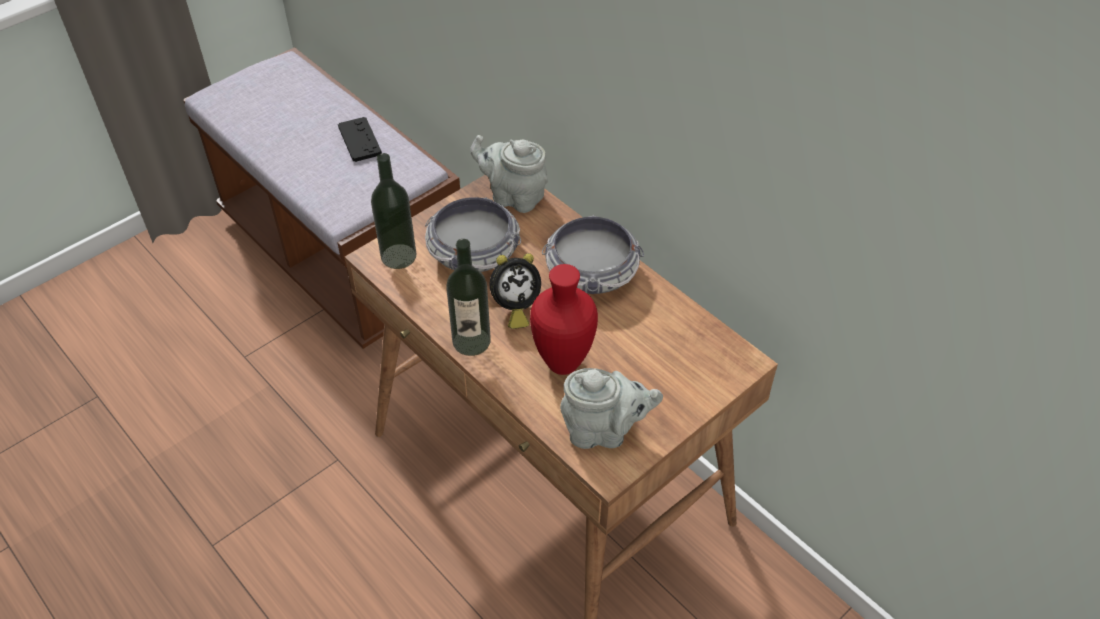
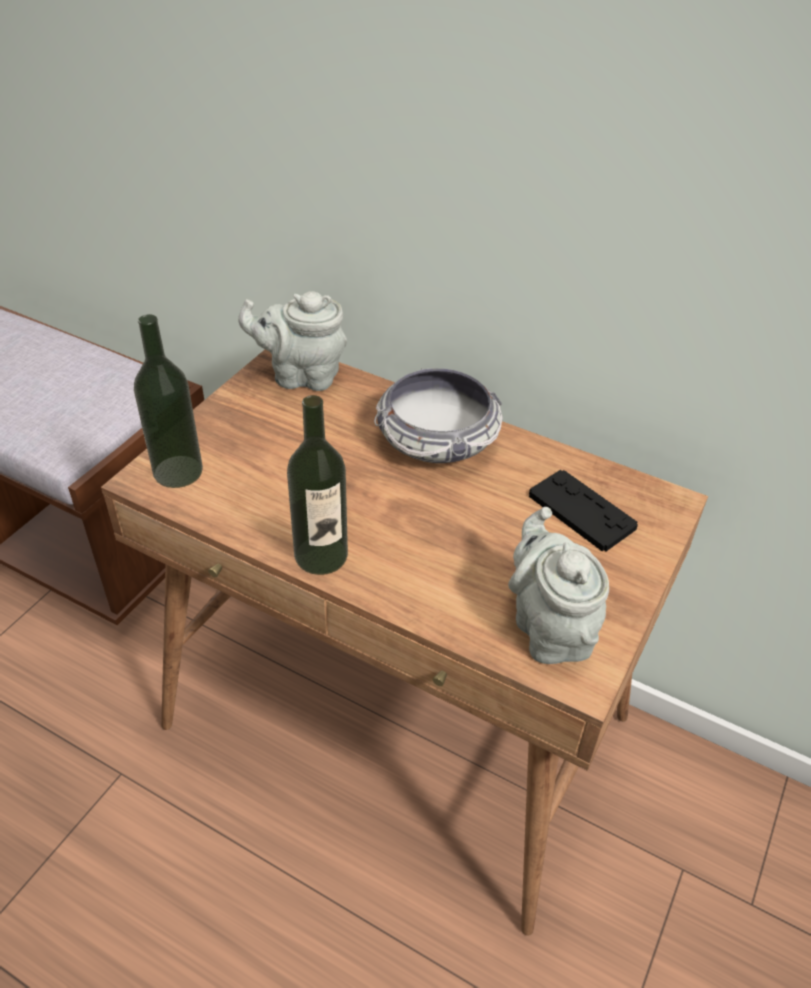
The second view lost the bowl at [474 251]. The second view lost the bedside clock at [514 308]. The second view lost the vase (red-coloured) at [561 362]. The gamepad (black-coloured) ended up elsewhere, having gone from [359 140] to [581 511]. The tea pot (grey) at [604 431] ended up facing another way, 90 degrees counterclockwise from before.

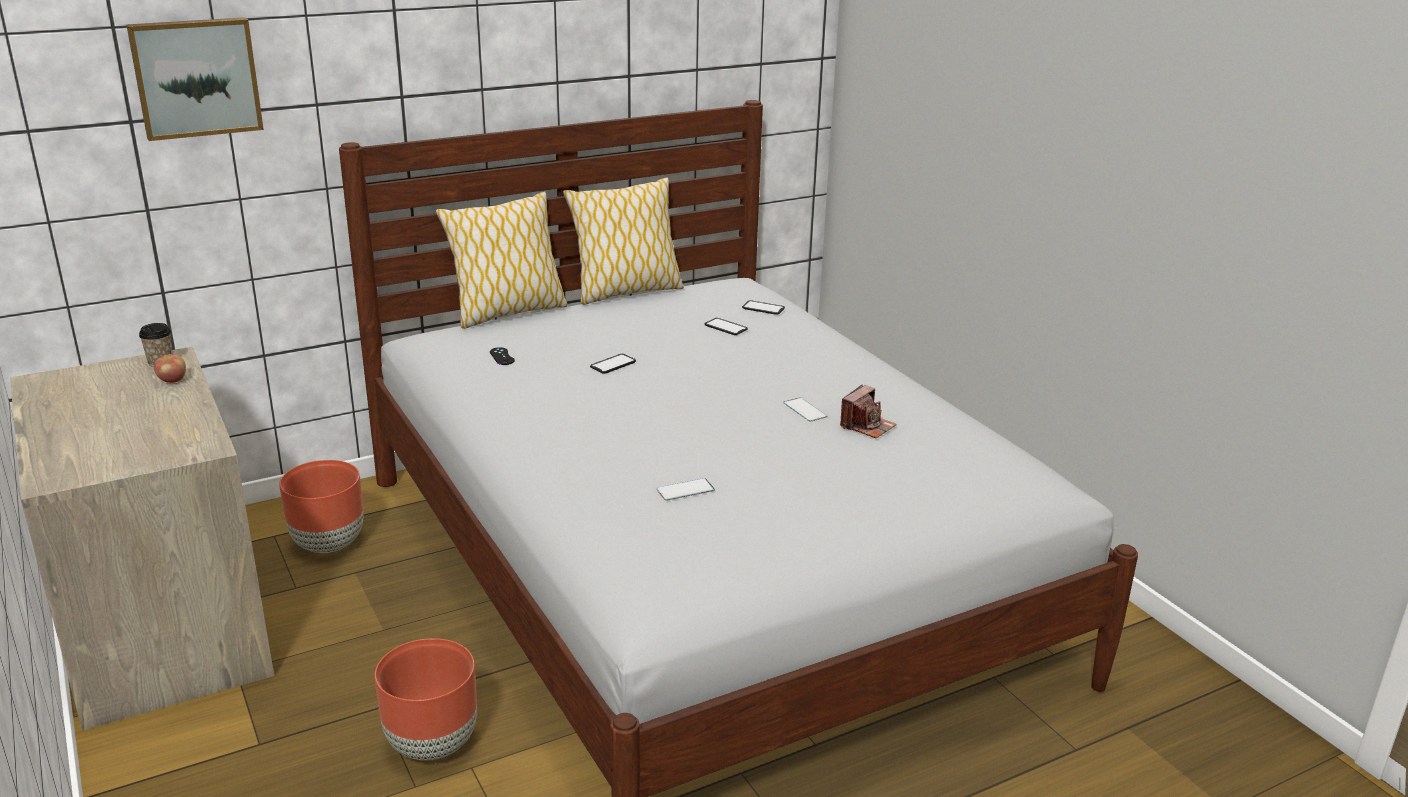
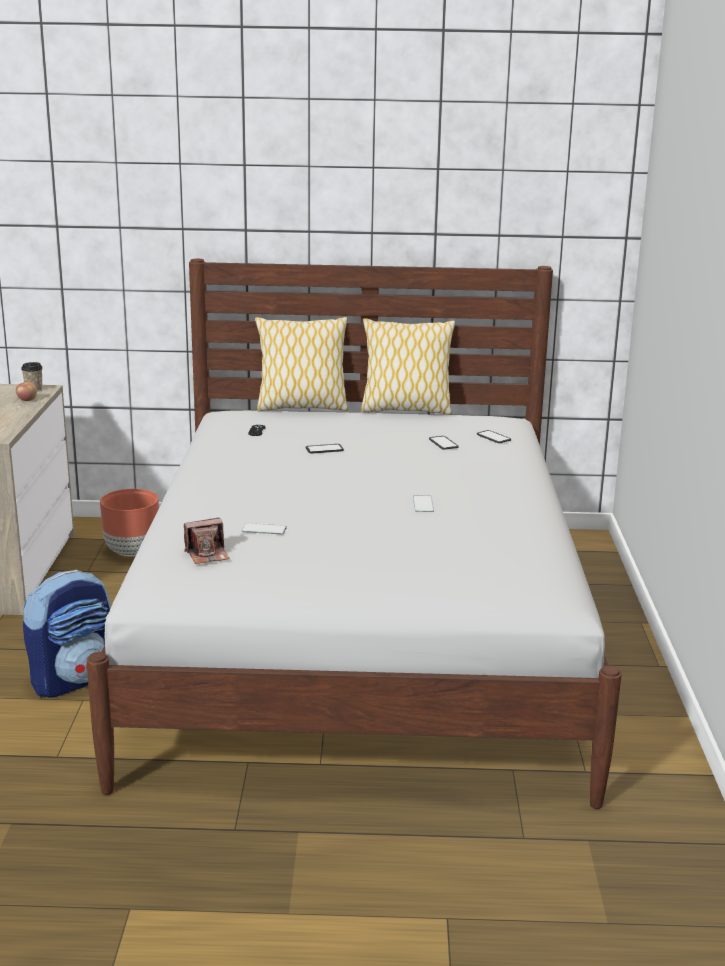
The second view lost the picture at [196 77]. The still camera ended up elsewhere, having gone from [867 426] to [207 554]. Where the flower pot (brown-coloured) stood at [432 744], the rucksack came to stand at [74 679].

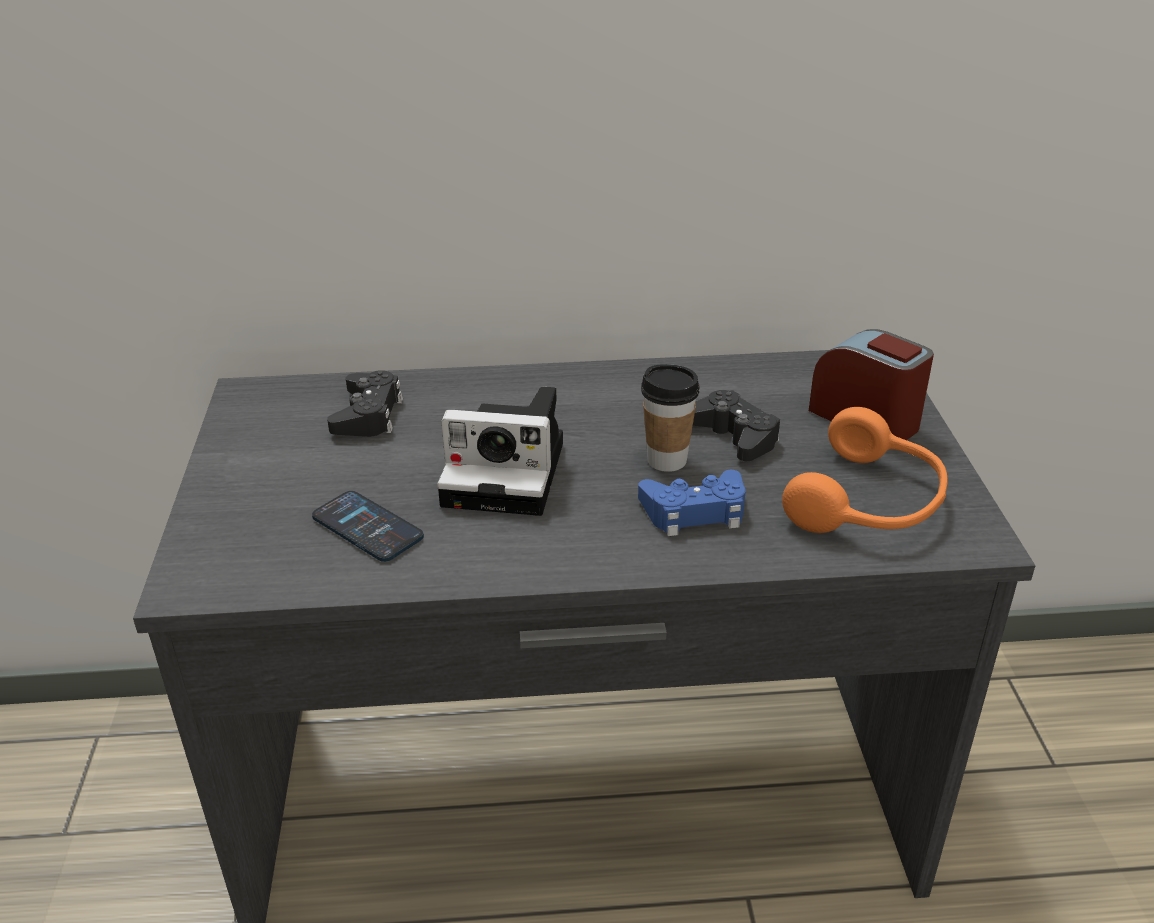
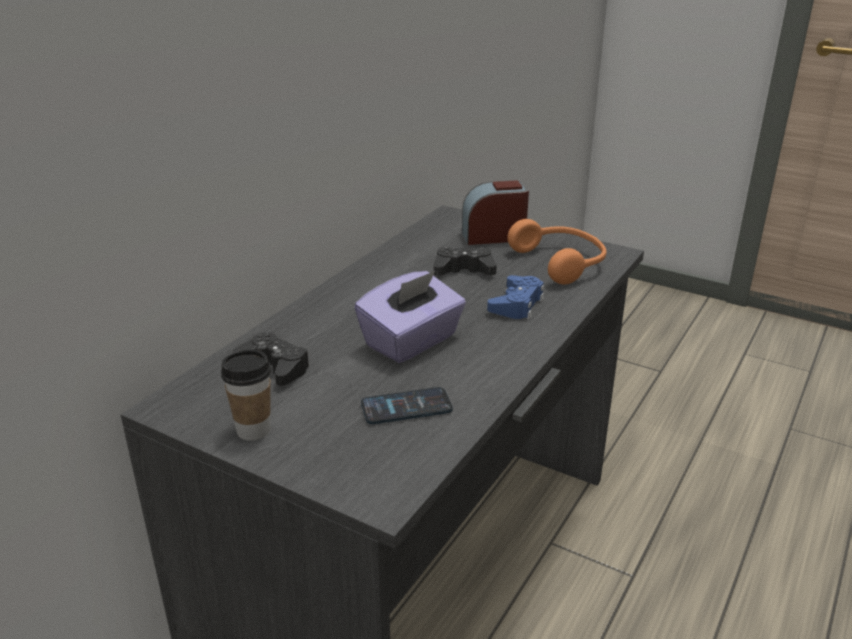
The cup ended up elsewhere, having gone from [667 460] to [253 430]. Where the still camera stood at [510 473], the tissue holder (purple-coloured) came to stand at [412 341].

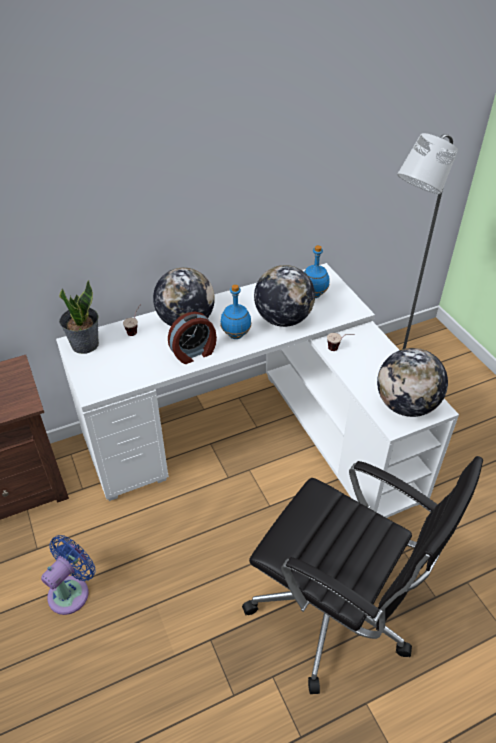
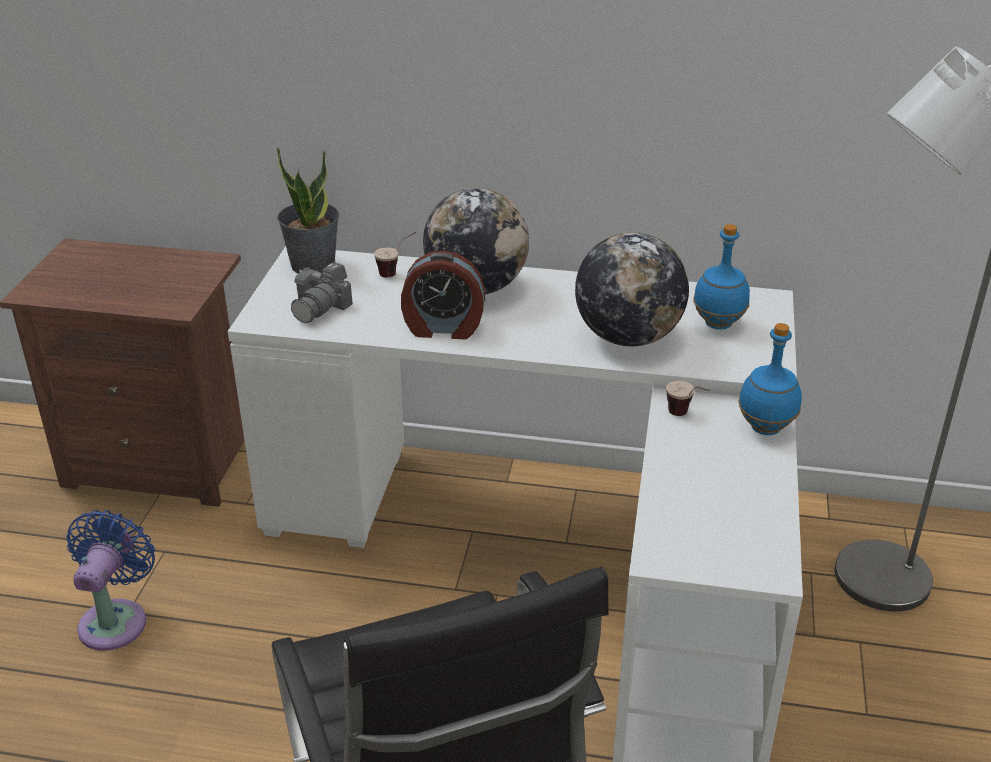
The second view lost the globe at [406 405]. The second view gained the still camera at [321 307]. The beverage bottle (bluish) ended up elsewhere, having gone from [235 334] to [765 427]. The electric fan (bluish) at [72 591] ended up facing another way, 60 degrees counterclockwise from before.

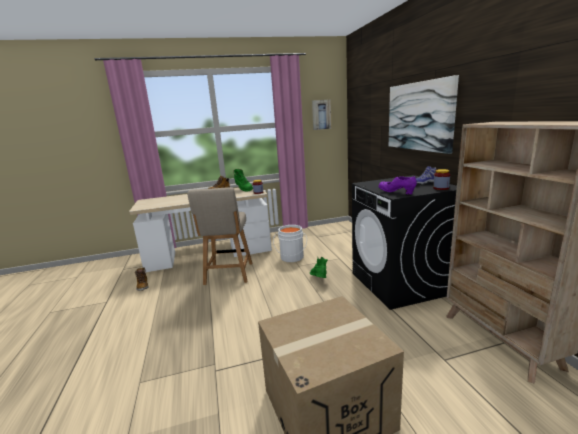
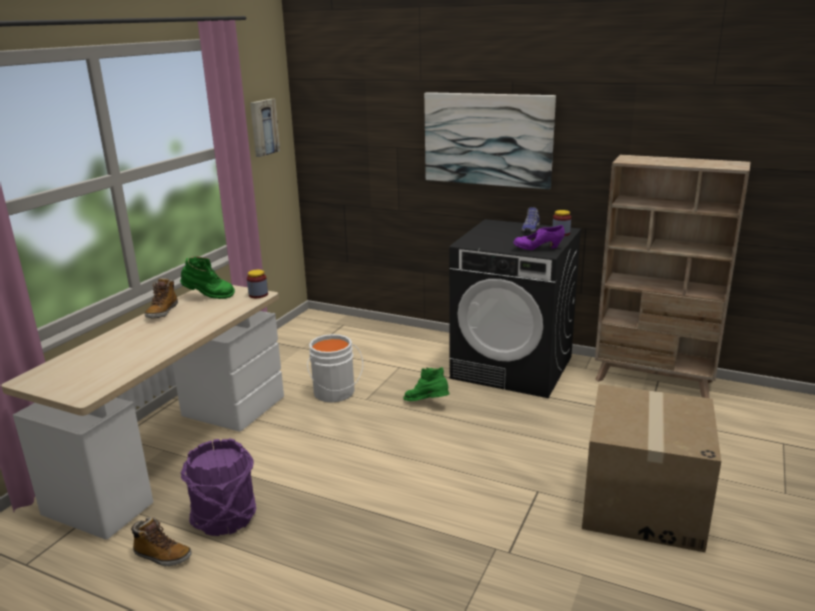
The second view lost the upright chair (beige-coloured) at [228 275]. The second view gained the bucket (purple-coloured) at [225 518].

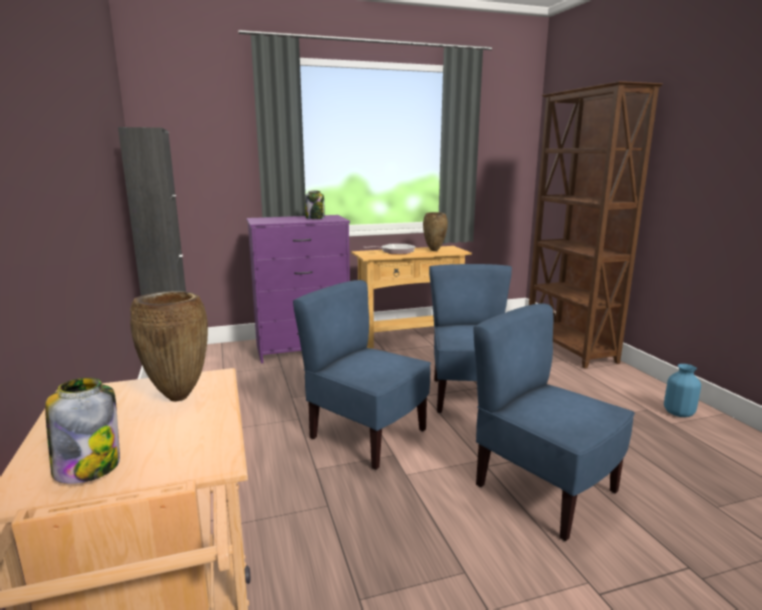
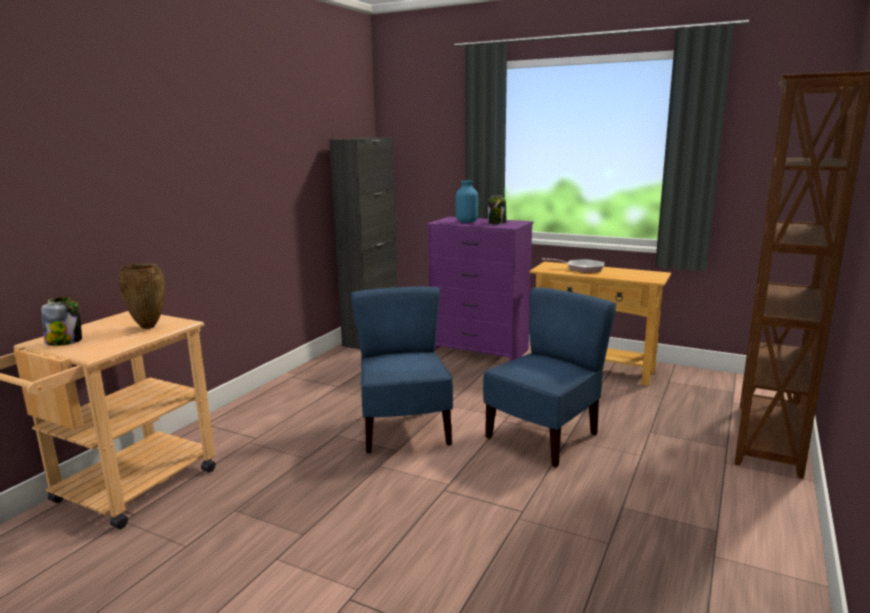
The second view lost the vase (brown-coloured) at [434 250]. The second view lost the upright chair (bluish) at [544 490]. The vase (bluish) ended up elsewhere, having gone from [678 413] to [467 221].

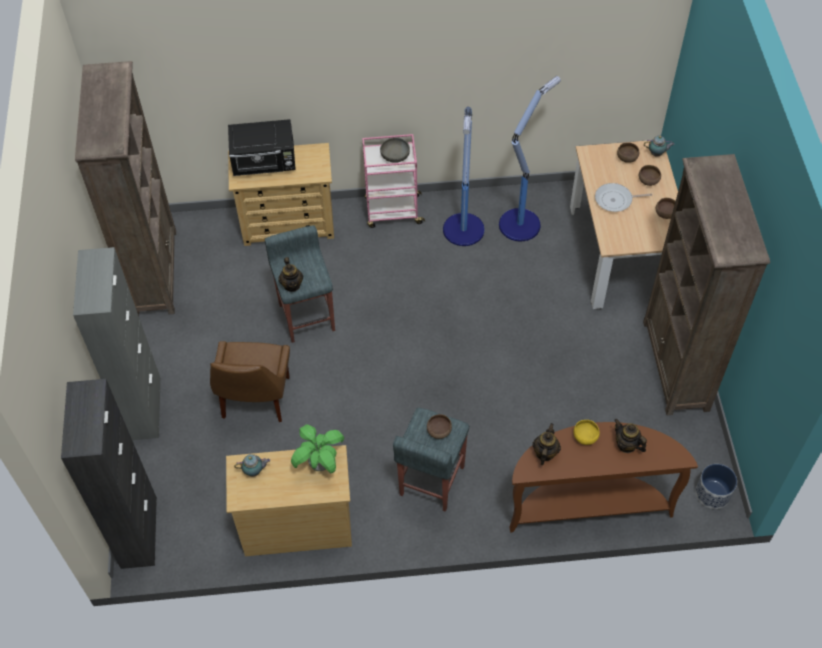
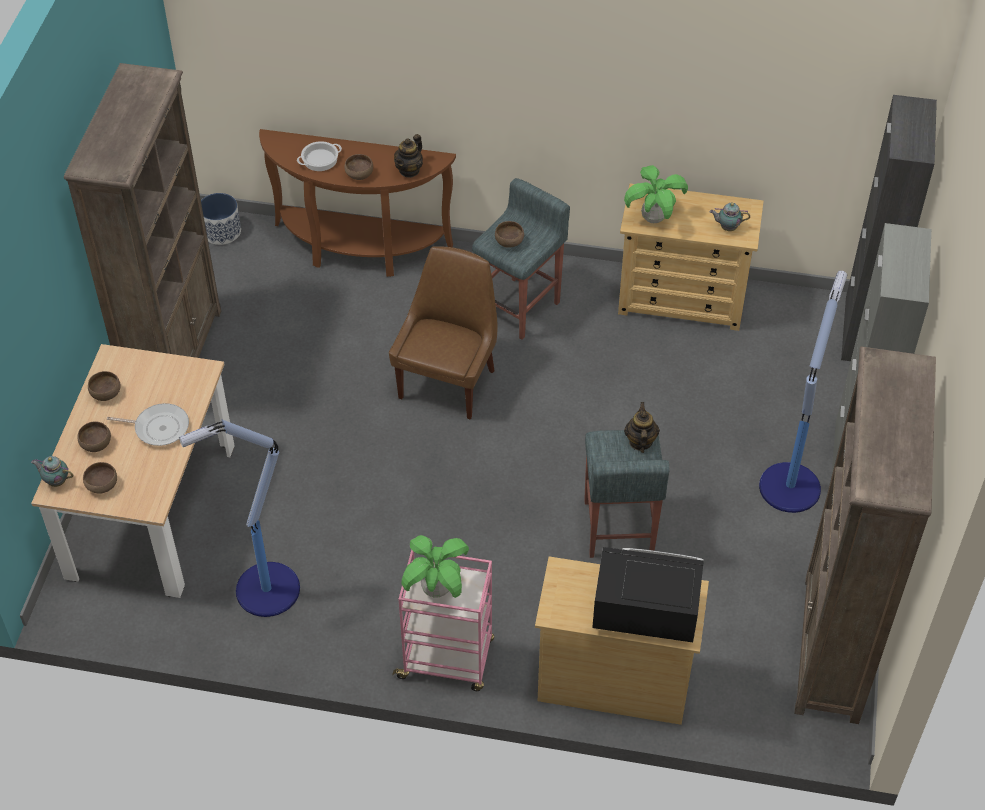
The upright chair (brown-coloured) ended up elsewhere, having gone from [255 400] to [448 381]. The standard lamp ended up elsewhere, having gone from [463 231] to [790 485]. Where the bowl (grey) stood at [395 156], the houseplant came to stand at [436 589]. Where the tea pot stood at [626 445], the cooking pot came to stand at [320 159]. What was the bowl (yellowish) at [585 436] turned into the bowl (brown-coloured) at [358 175].

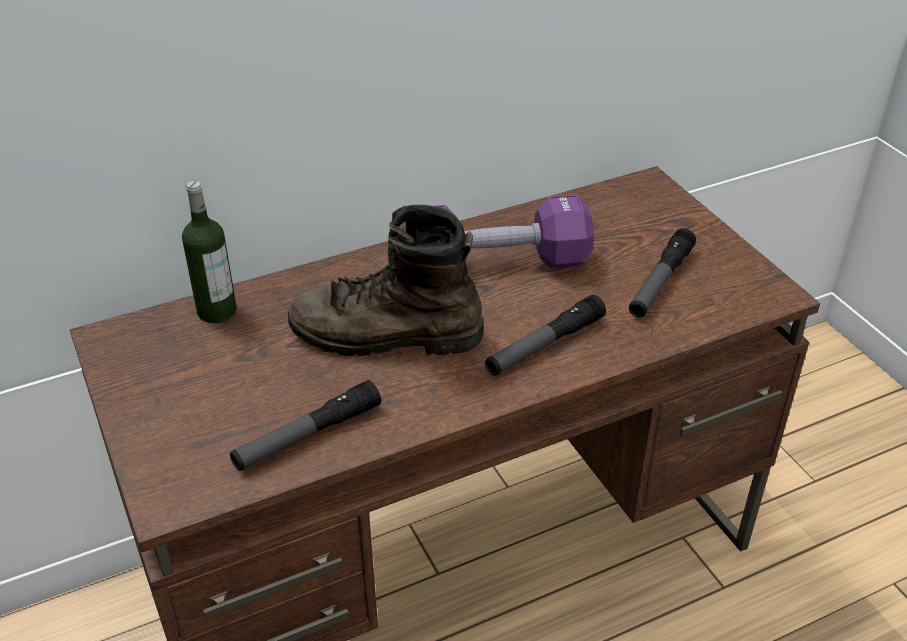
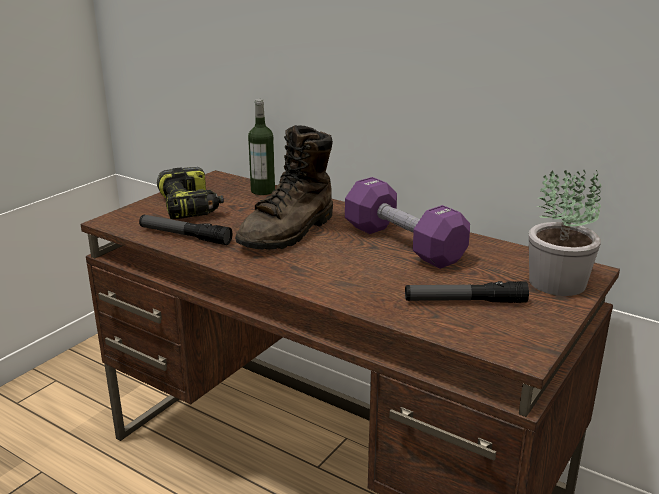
The second view lost the torch at [544 345]. The second view gained the drill at [191 207]. The second view gained the houseplant at [558 283]. The high-top boot (brown-coloured) at [386 336] ended up facing another way, 120 degrees counterclockwise from before.

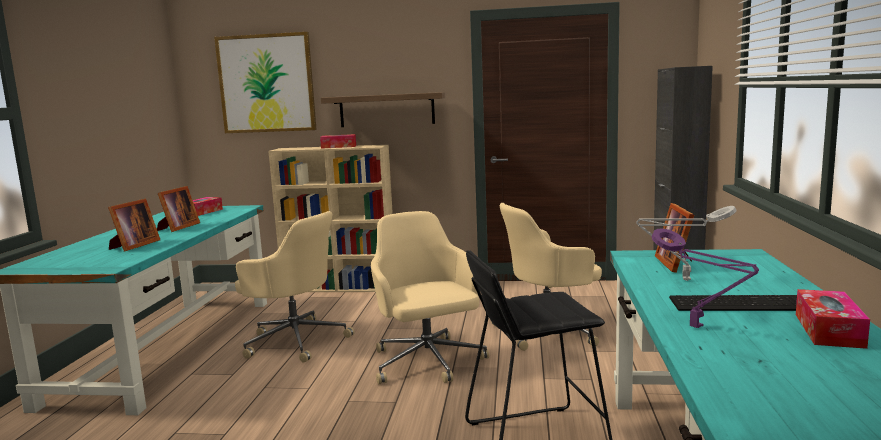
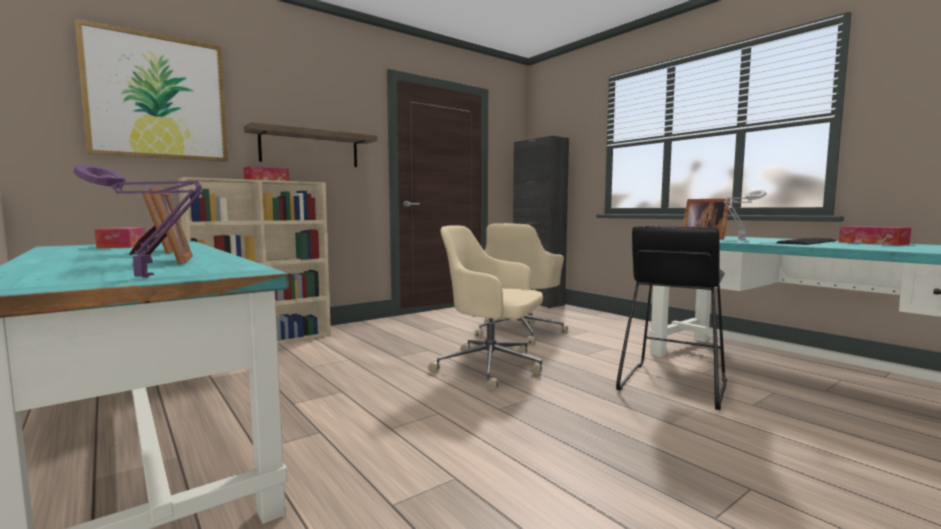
The second view lost the desk chair (beige-coloured) at [295 341]. The table lamp (purple-coloured) ended up elsewhere, having gone from [699 328] to [148 277].

